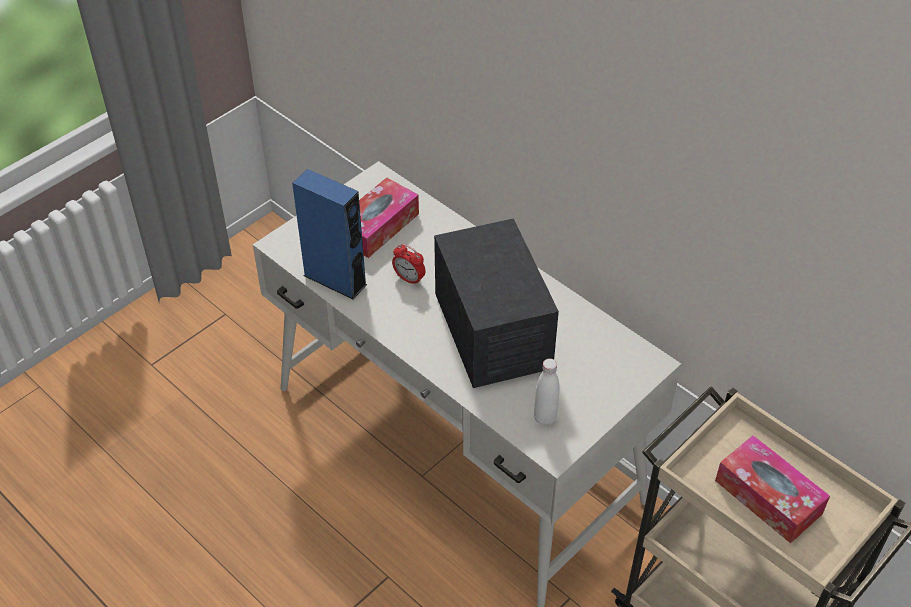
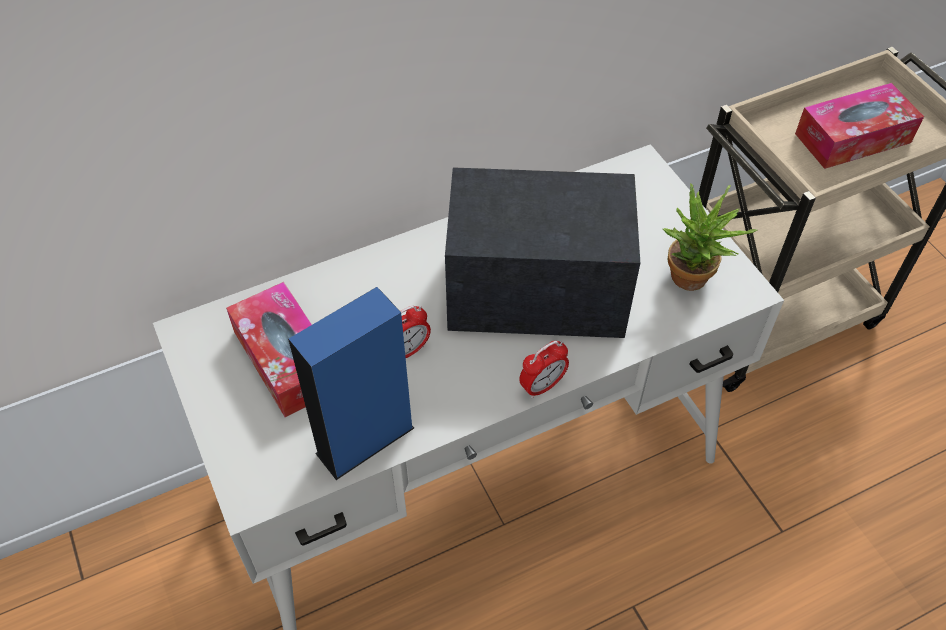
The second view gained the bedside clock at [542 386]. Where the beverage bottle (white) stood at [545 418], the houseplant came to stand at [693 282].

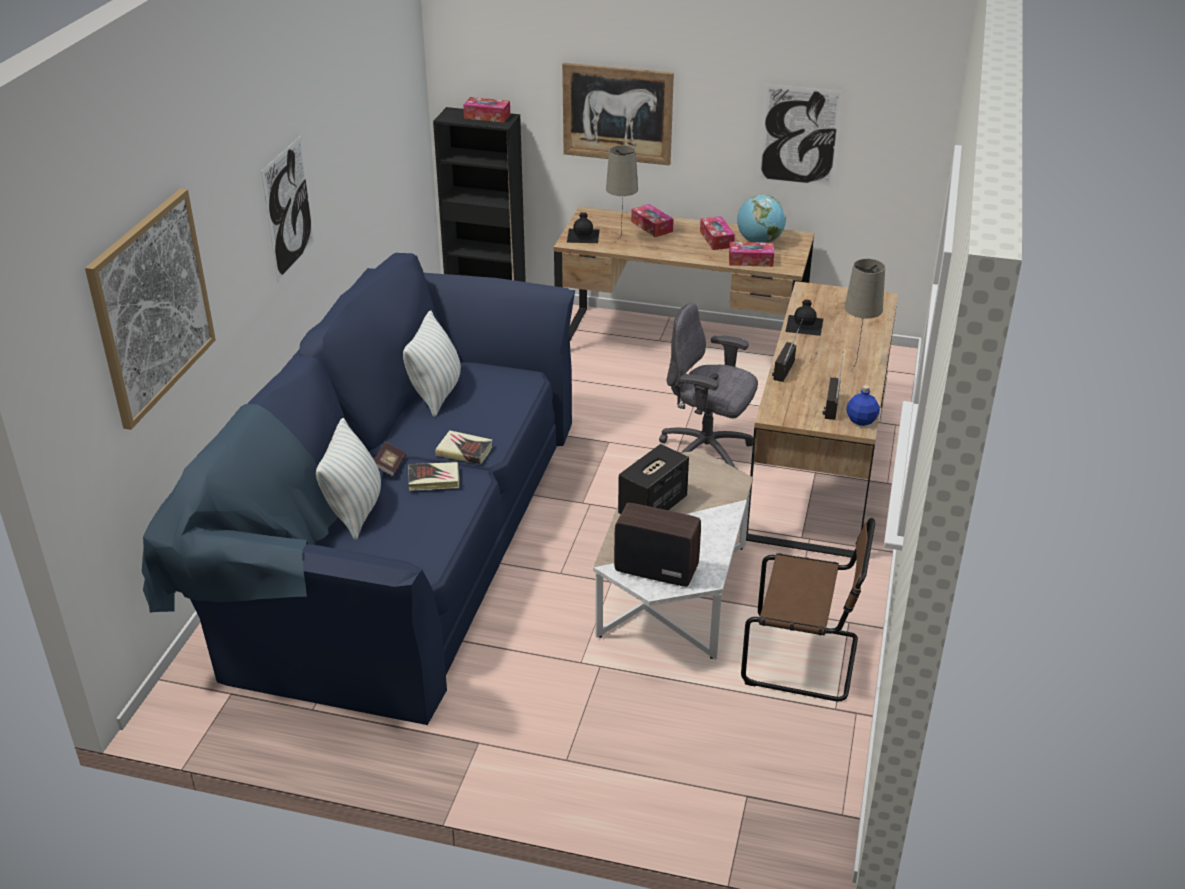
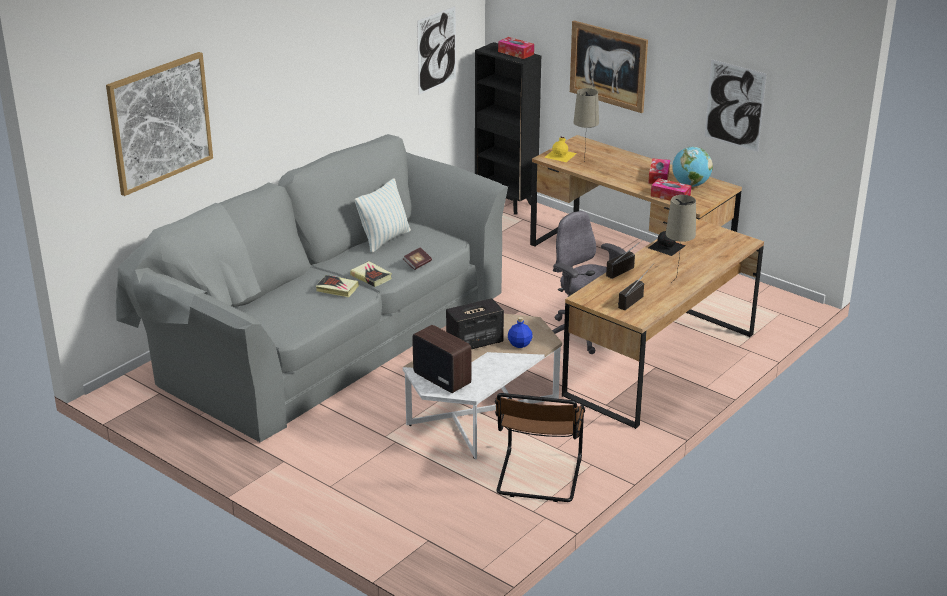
The second view lost the cushion at [355 511]. The second view lost the tissue holder at [652 226]. The picture ended up elsewhere, having gone from [289 208] to [437 50]. The bound book ended up elsewhere, having gone from [389 466] to [417 264]. The beverage bottle (bluish) ended up elsewhere, having gone from [861 420] to [520 344]. What was the couch (bluish) at [398 538] turned into the couch (grey) at [326 334]. What was the beverage bottle (black-coloured) at [583 235] turned into the beverage bottle (yellowish) at [561 155]. The upright chair (brown-coloured) at [805 660] ended up facing another way, 60 degrees clockwise from before.

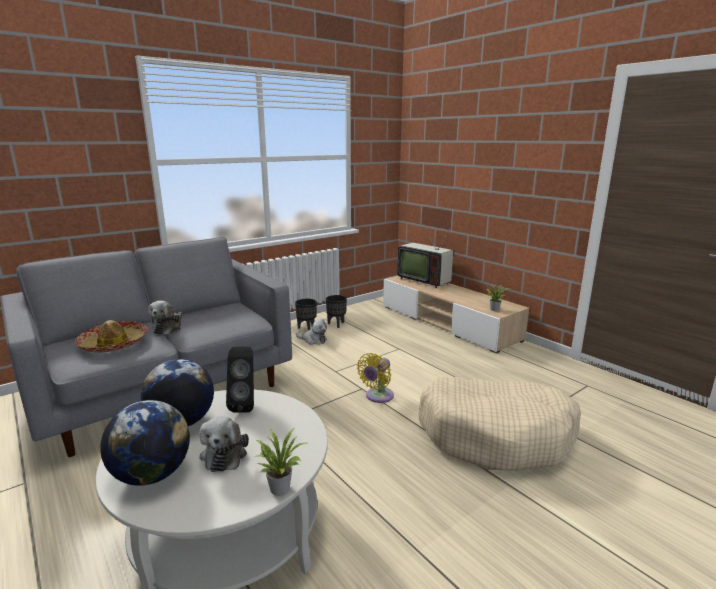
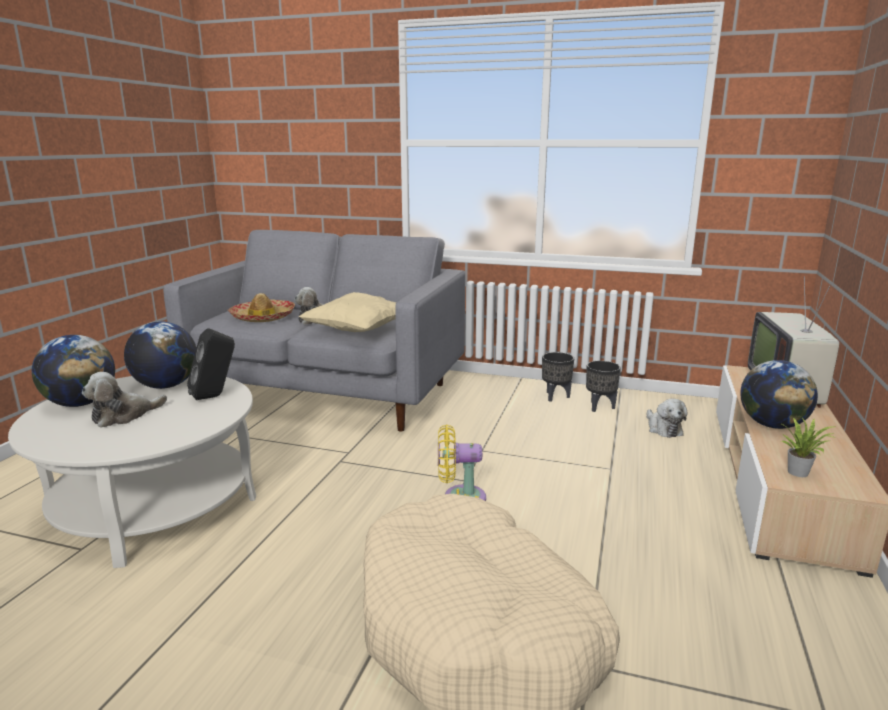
The second view lost the houseplant at [280 486]. The second view gained the cushion (beige-coloured) at [359 331]. The second view gained the globe at [772 425]. The cuddly toy ended up elsewhere, having gone from [313 340] to [663 429].

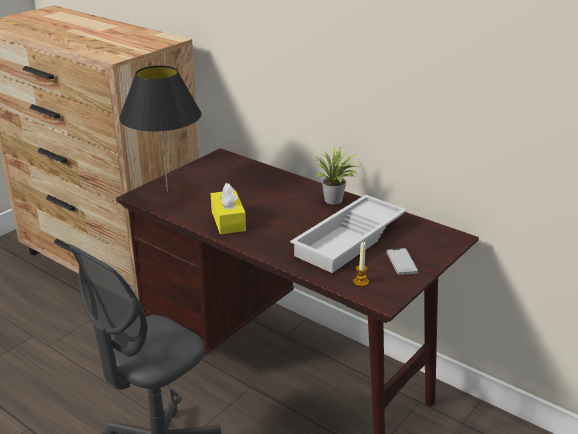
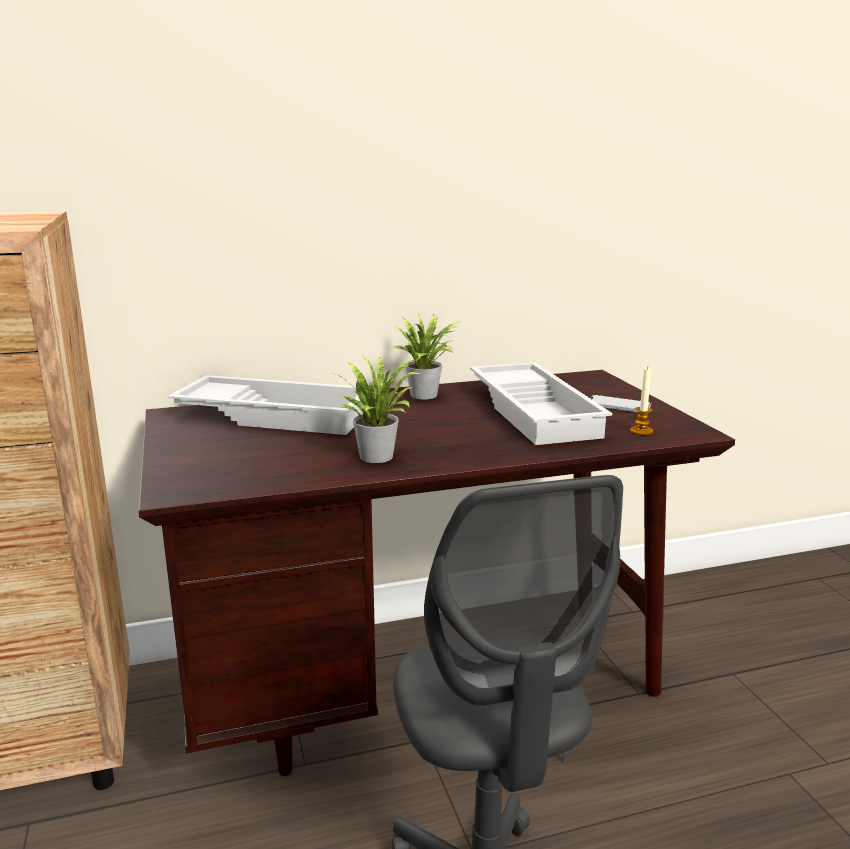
The second view lost the table lamp (black-coloured) at [167 191]. The second view gained the tray (white) at [276 415]. Where the tissue holder (yellowish) stood at [228 221], the houseplant came to stand at [378 455].

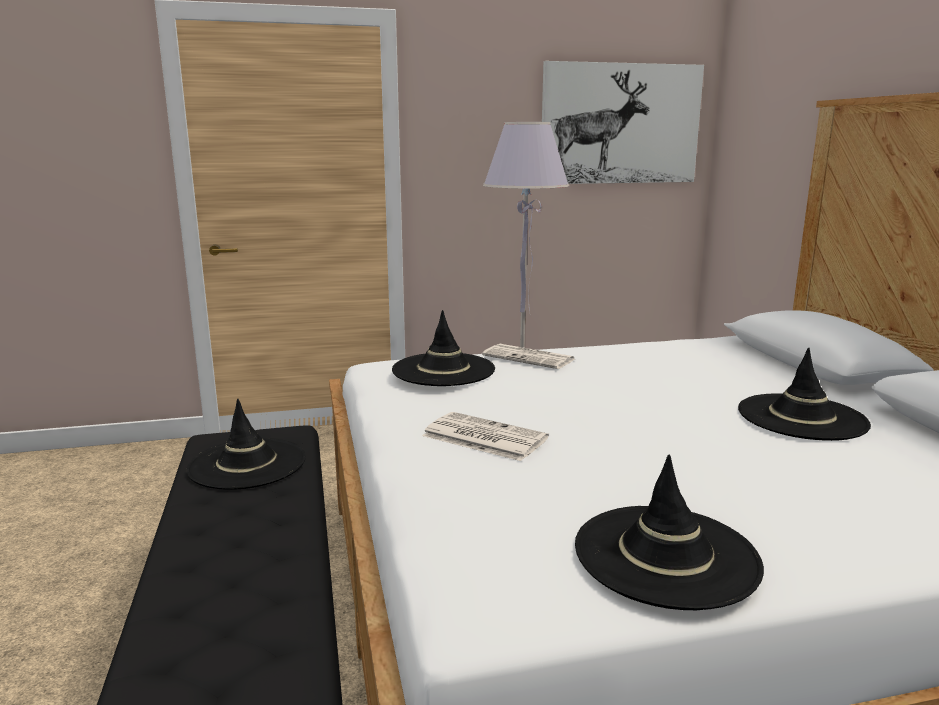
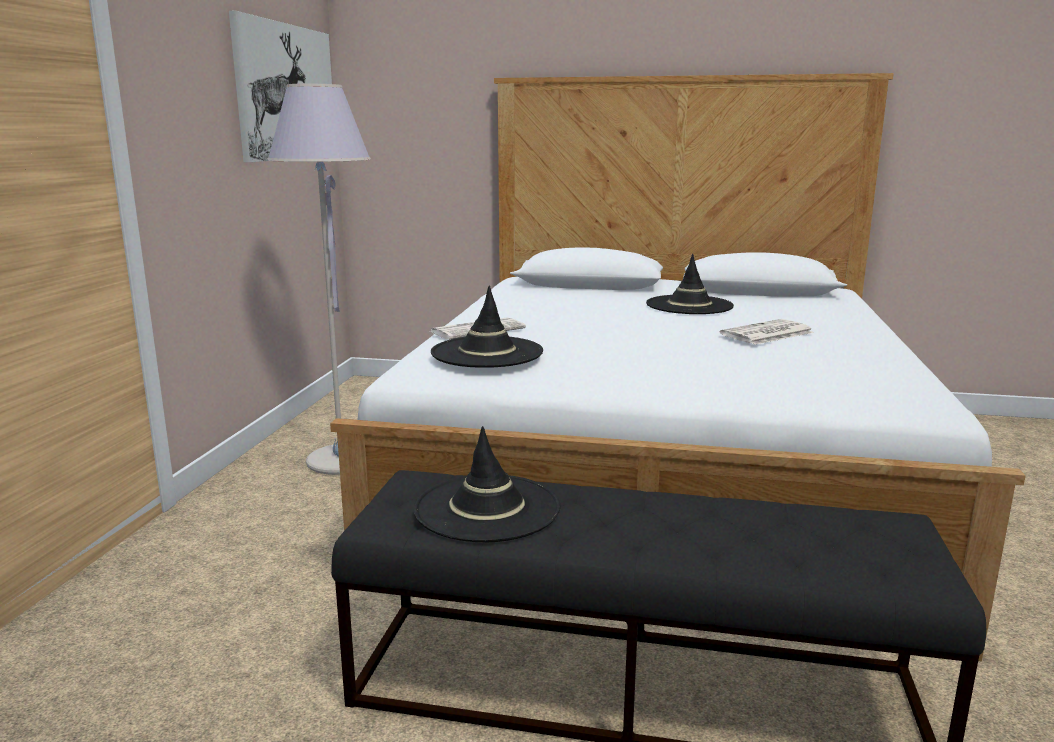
The second view lost the clothing hat (black-coloured) at [666 555]. The printed paper ended up elsewhere, having gone from [482 437] to [766 334].

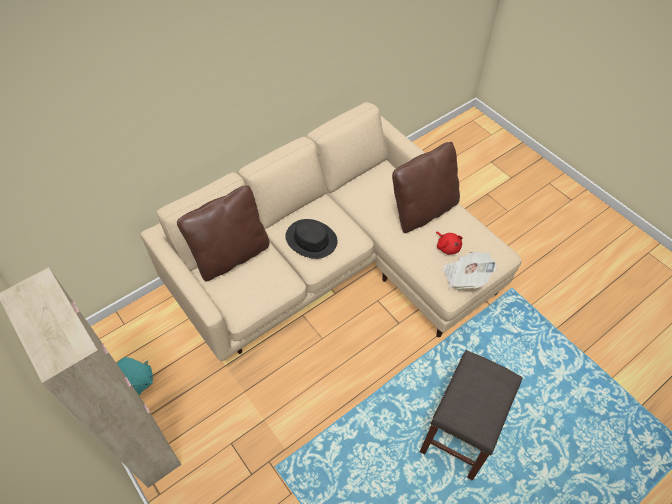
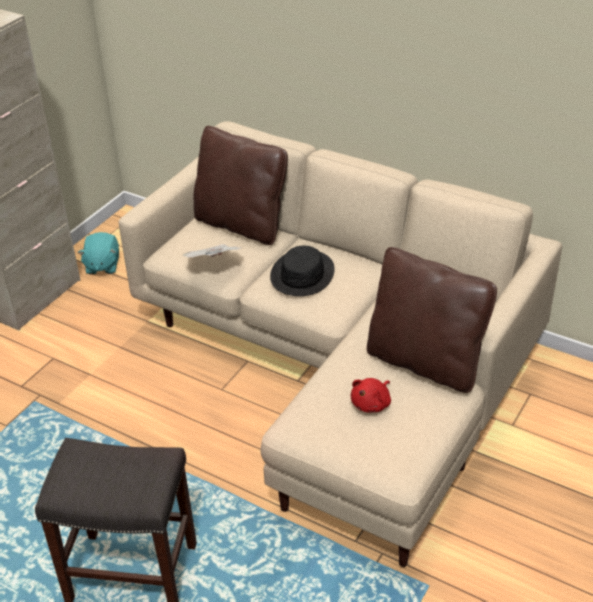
The printed paper ended up elsewhere, having gone from [465 277] to [214 263].

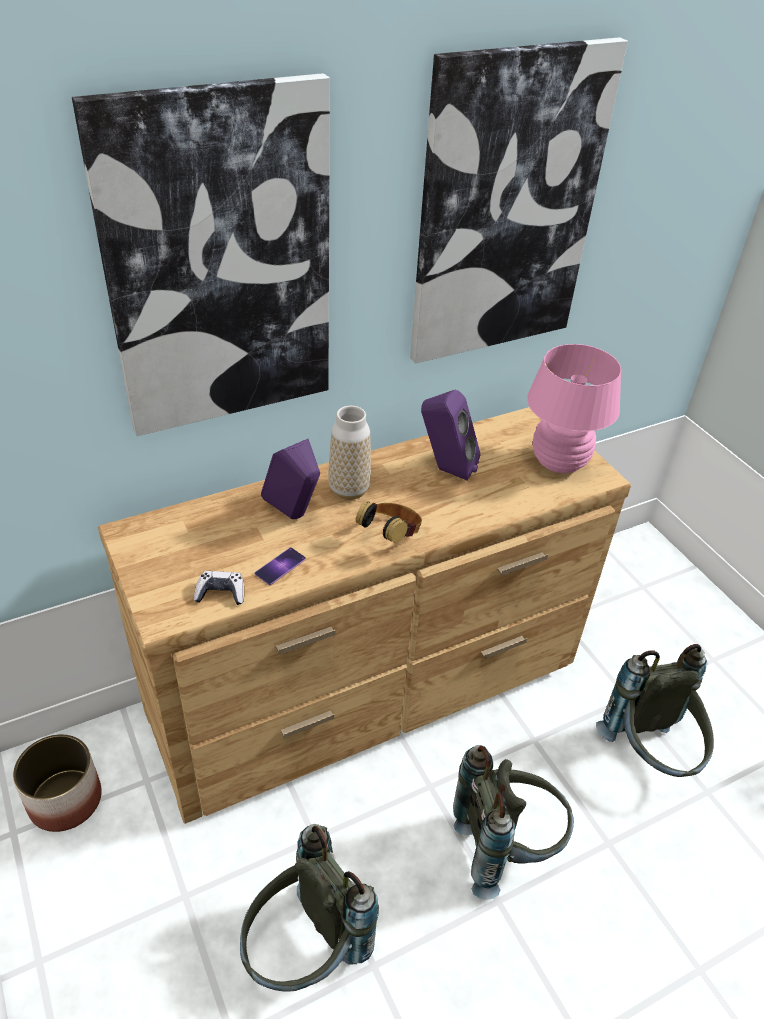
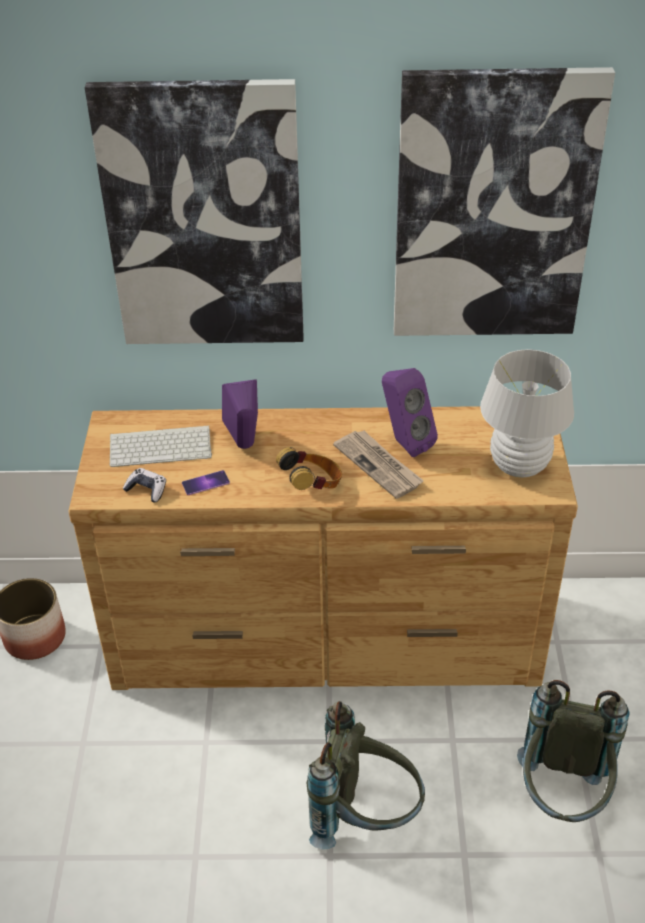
The second view lost the rucksack (grey) at [305 951]. The second view lost the vase at [349 490]. The second view gained the PC keyboard at [162 446]. The second view gained the printed paper at [379 465]. What was the table lamp (pink-coloured) at [559 463] turned into the table lamp (white) at [519 466].

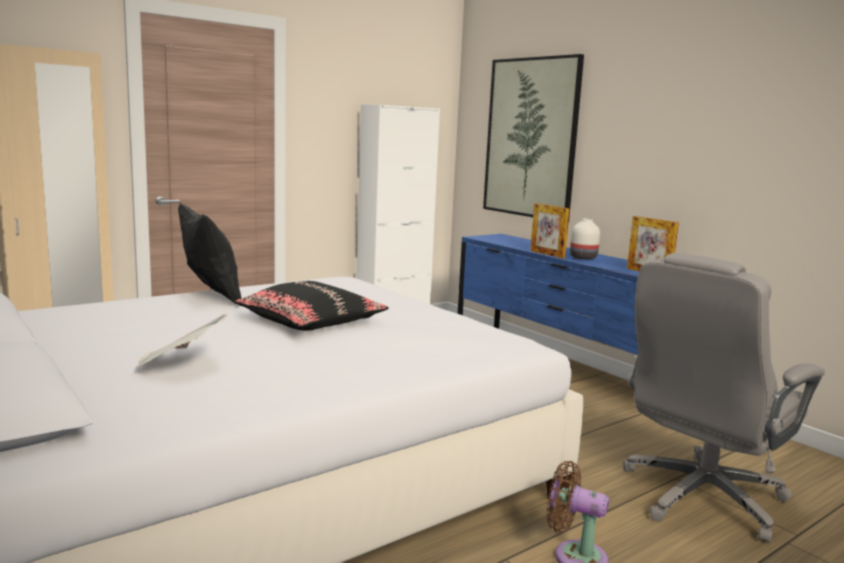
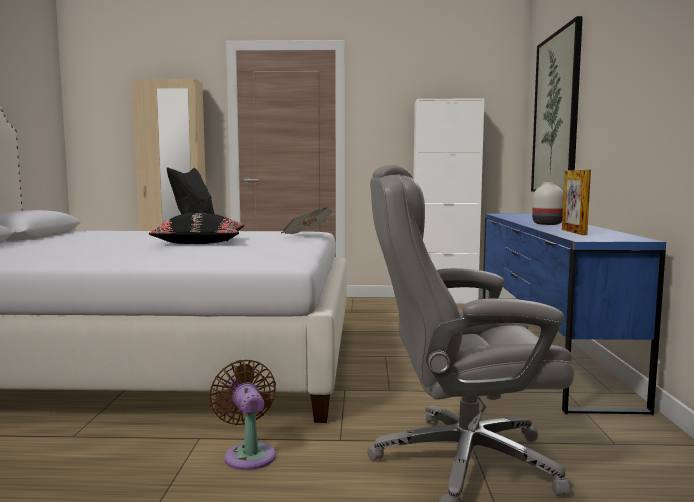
The second view lost the picture frame at [547 254]. The printed paper ended up elsewhere, having gone from [179 365] to [306 236].

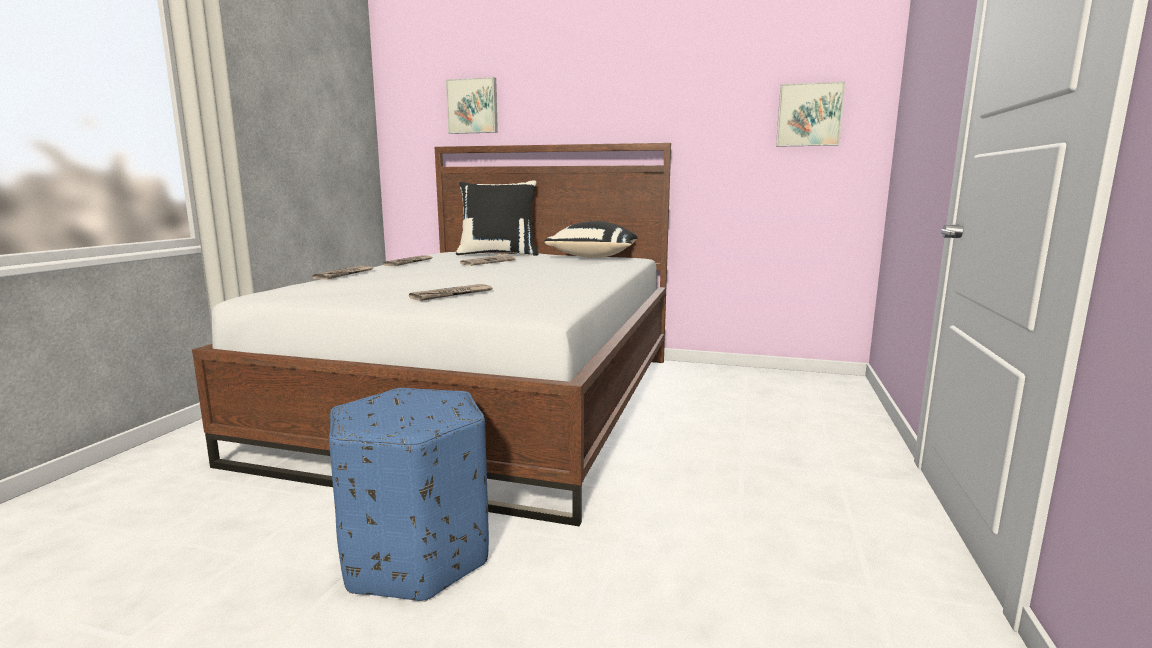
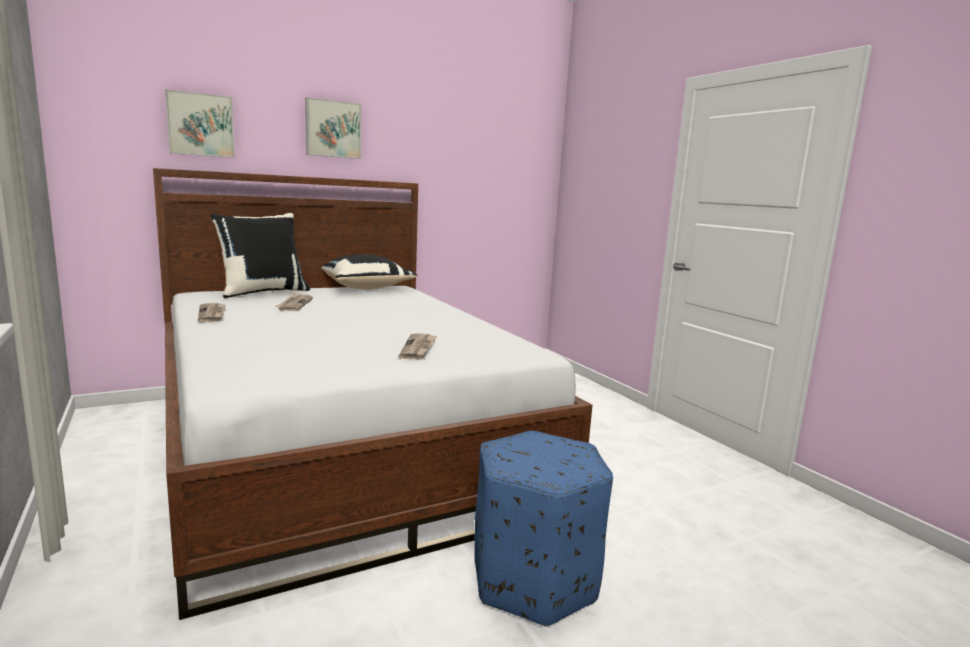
The second view lost the printed paper at [344 274]. The picture ended up elsewhere, having gone from [809 115] to [333 129].

